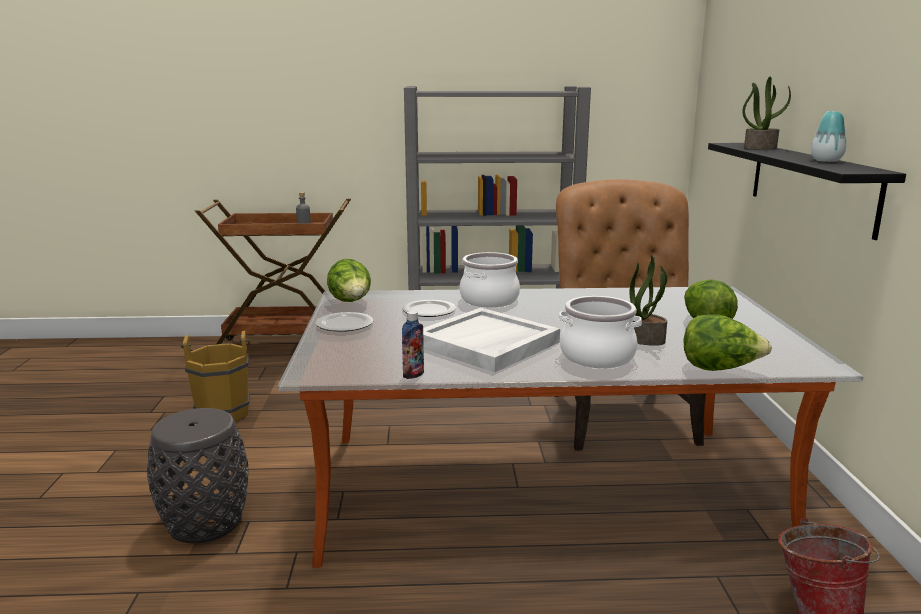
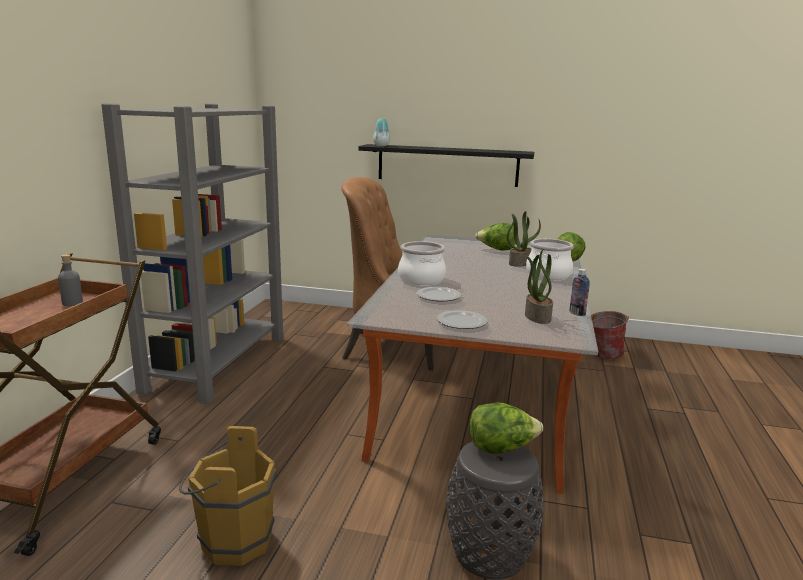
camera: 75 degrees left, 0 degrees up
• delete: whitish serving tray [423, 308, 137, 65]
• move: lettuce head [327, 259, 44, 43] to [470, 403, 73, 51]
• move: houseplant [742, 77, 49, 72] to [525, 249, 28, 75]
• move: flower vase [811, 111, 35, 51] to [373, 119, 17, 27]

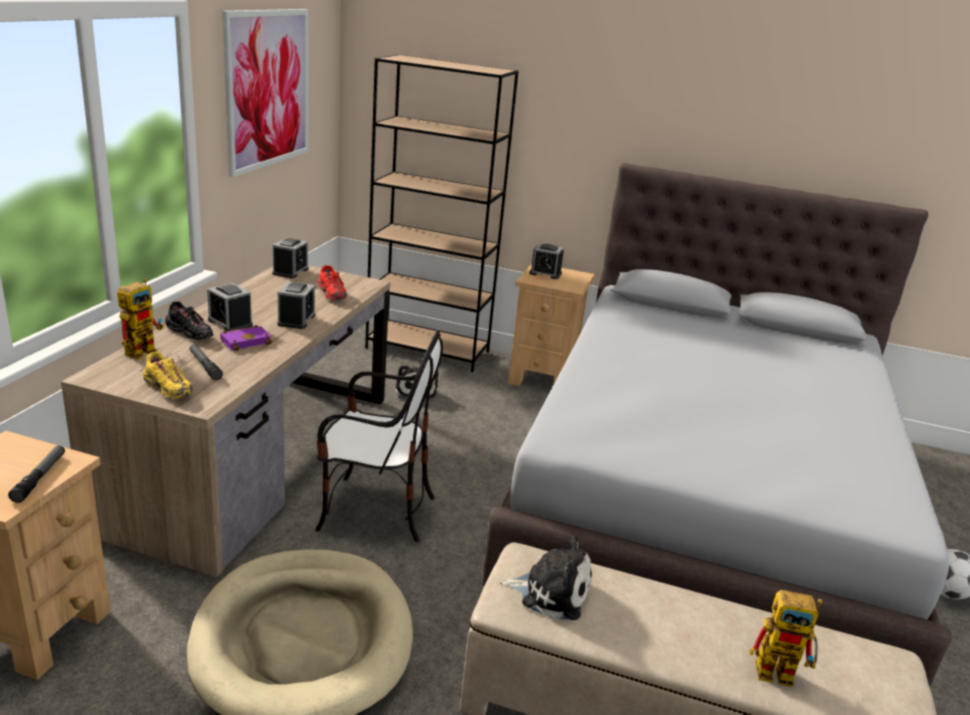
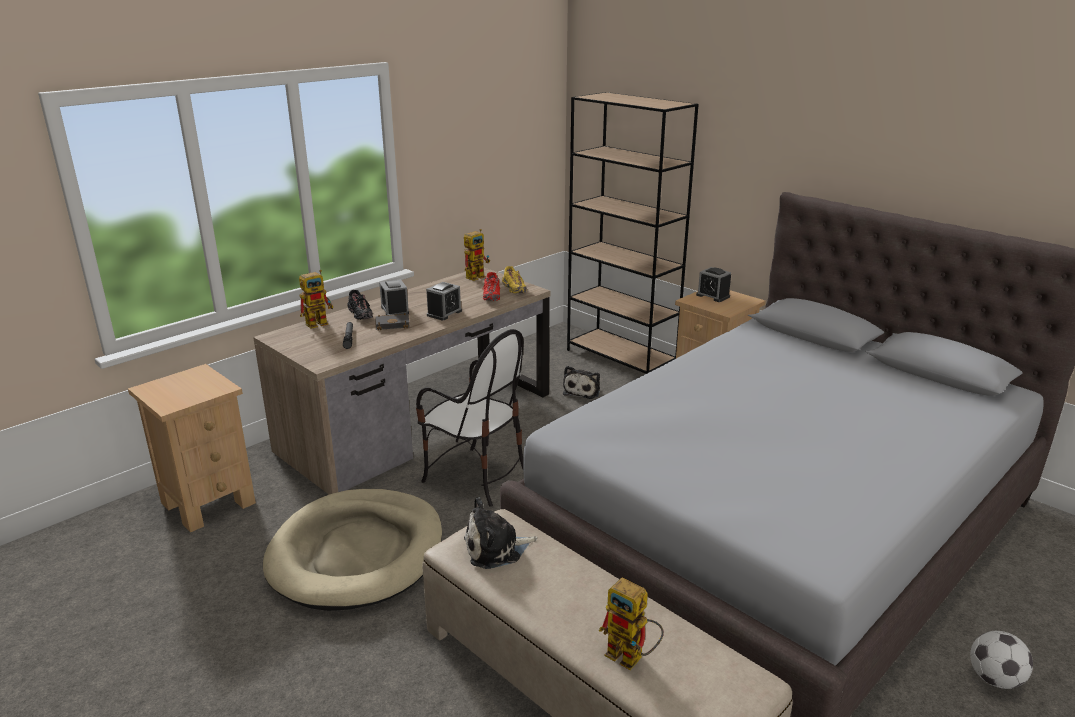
camera: 30 degrees right, 0 degrees up
• delete: torch [8, 446, 57, 57]
• delete: picture [223, 9, 85, 168]
• move: yellow-coloured low shoe [143, 352, 50, 47] to [502, 266, 25, 27]
• replace: bedside clock [273, 238, 35, 41] to model robot [464, 229, 26, 52]
• recolor: purple volume [220, 325, 52, 26] to blackish volume [375, 313, 35, 18]
• rotate: cuddly toy [499, 536, 93, 84] = [464, 497, 73, 72] 120 degrees clockwise

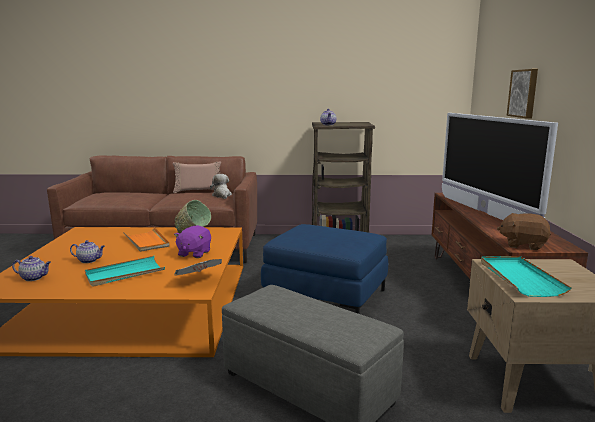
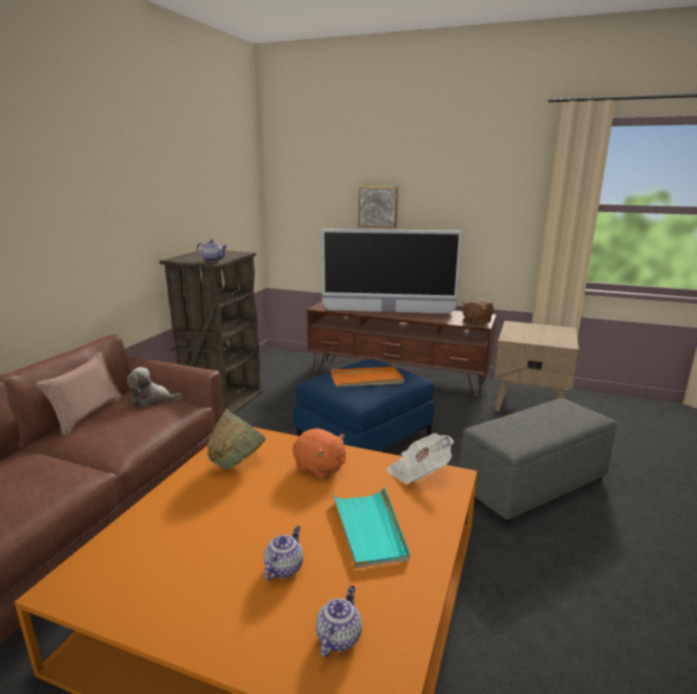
camera: 70 degrees left, 5 degrees up
• delete: turquoise-coloured serving tray [481, 256, 91, 41]
• move: orange-coloured serving tray [123, 227, 47, 25] to [331, 366, 73, 21]
• recolor: purple cuddly toy [174, 225, 37, 33] to orange-coloured cuddly toy [293, 428, 53, 51]

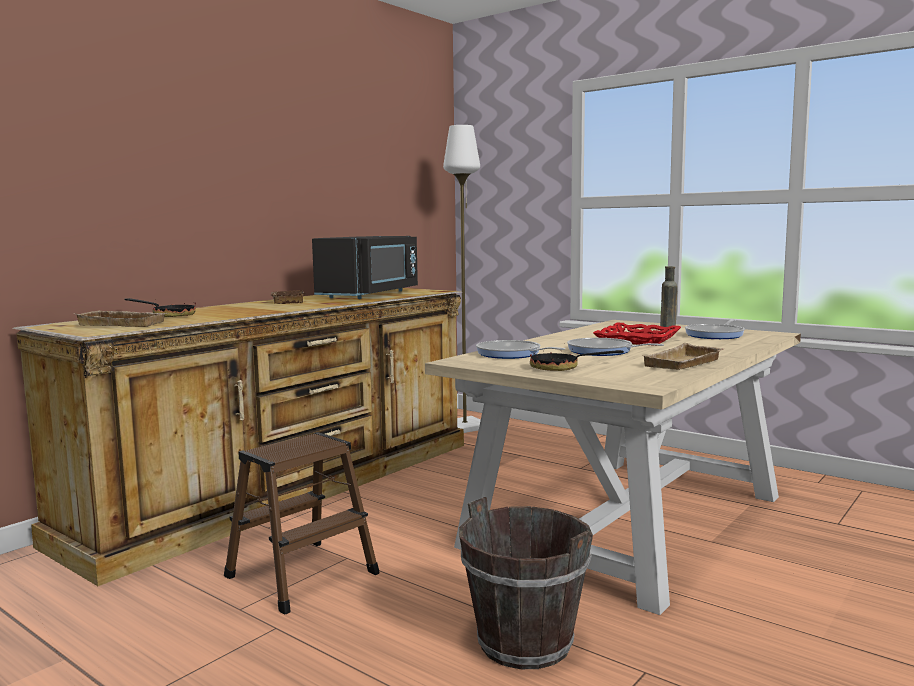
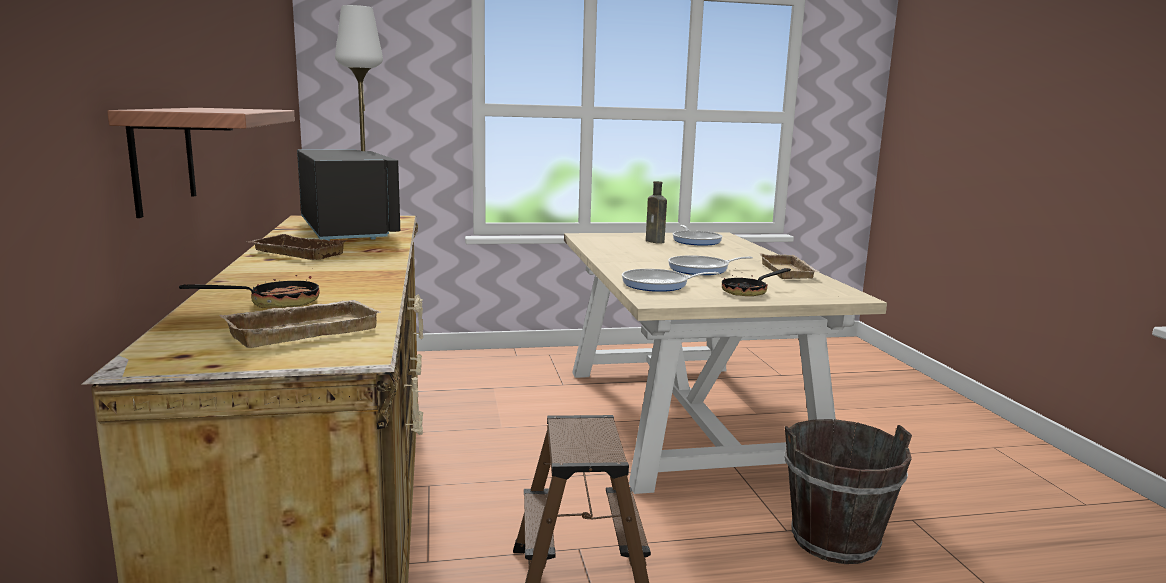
camera: 50 degrees left, 5 degrees up
• delete: reddish serving tray [593, 322, 88, 24]
• insert: wall shelf [107, 108, 188, 110]

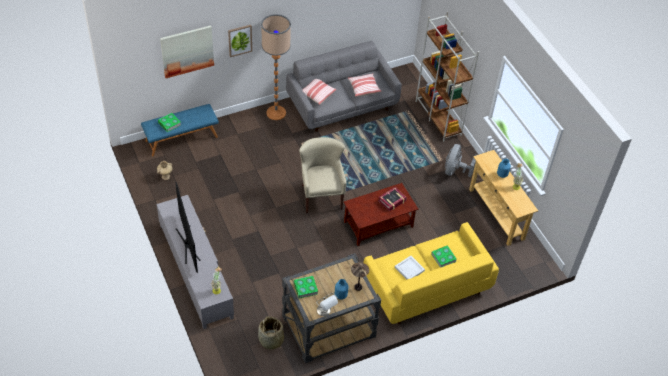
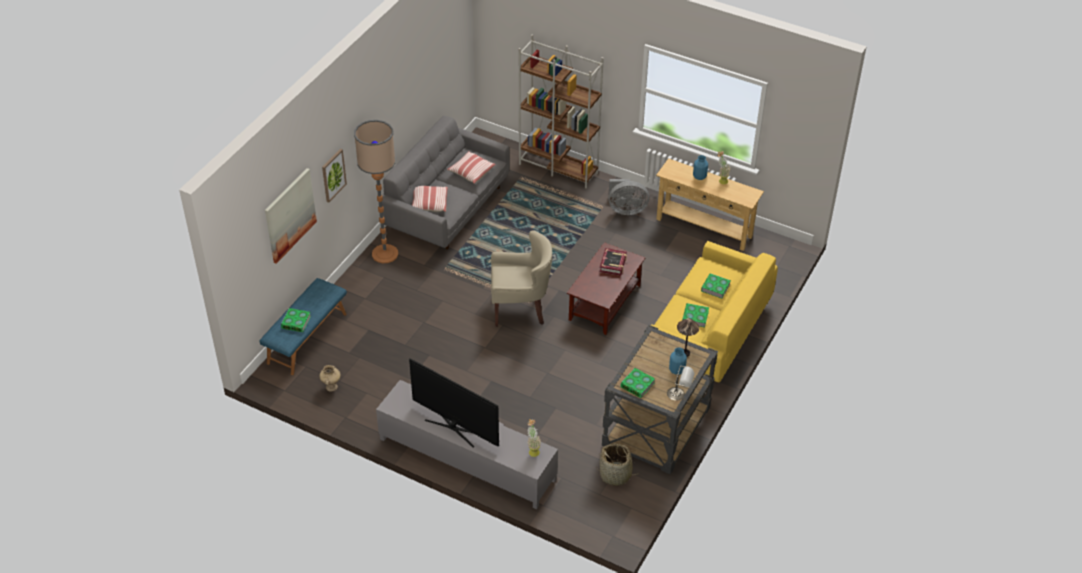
camera: 35 degrees left, 5 degrees down
• replace: whitish serving tray [395, 256, 30, 24] to volume [682, 303, 27, 24]
• rotate: beige-coloured armchair [299, 137, 48, 76] = [491, 230, 61, 97] 135 degrees clockwise
• rotate: gray fan [445, 144, 31, 33] = [608, 179, 41, 36] 75 degrees counterclockwise

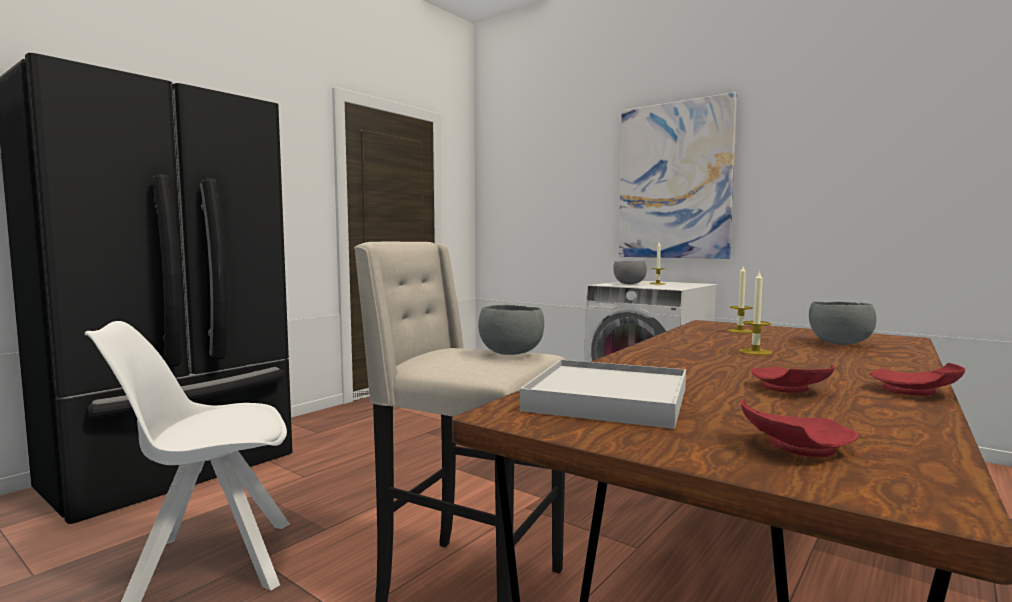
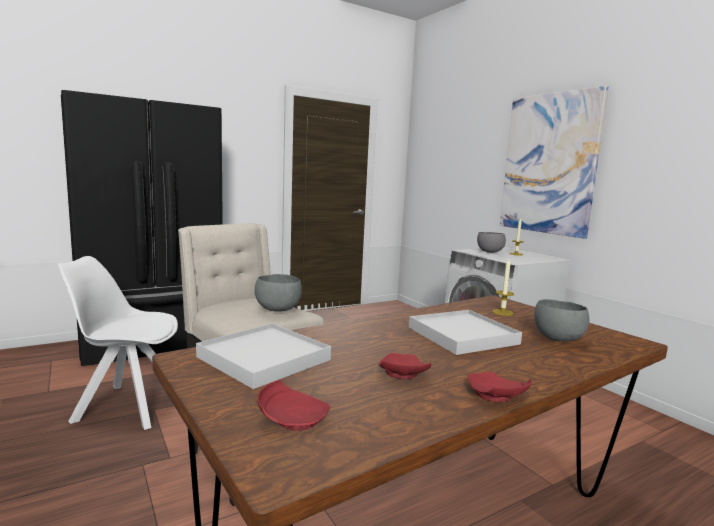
camera: 20 degrees right, 5 degrees up
• replace: wax candle [739, 270, 33, 85] to whitish serving tray [409, 310, 113, 45]

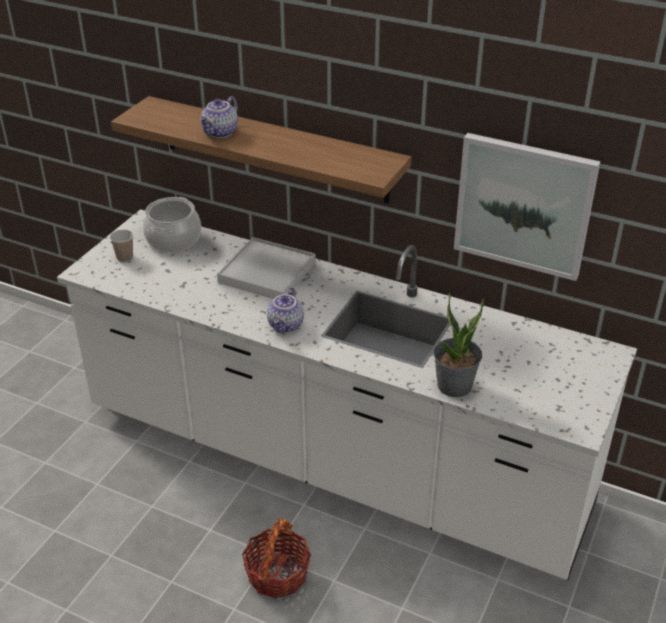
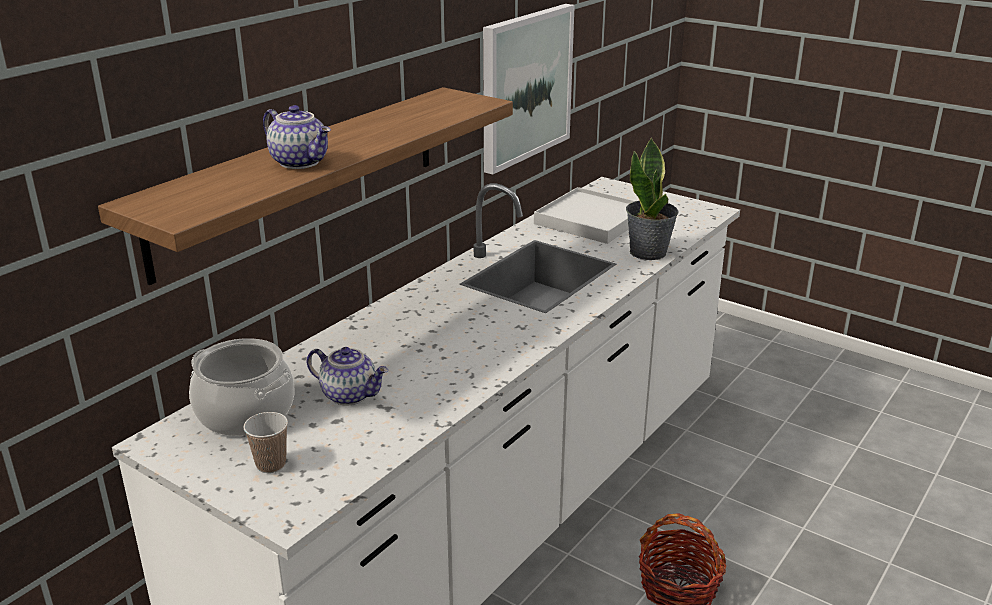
camera: 80 degrees left, 10 degrees down
• move: whitish serving tray [217, 237, 99, 62] to [534, 187, 101, 57]
• move: teapot [267, 287, 37, 46] to [307, 347, 81, 58]

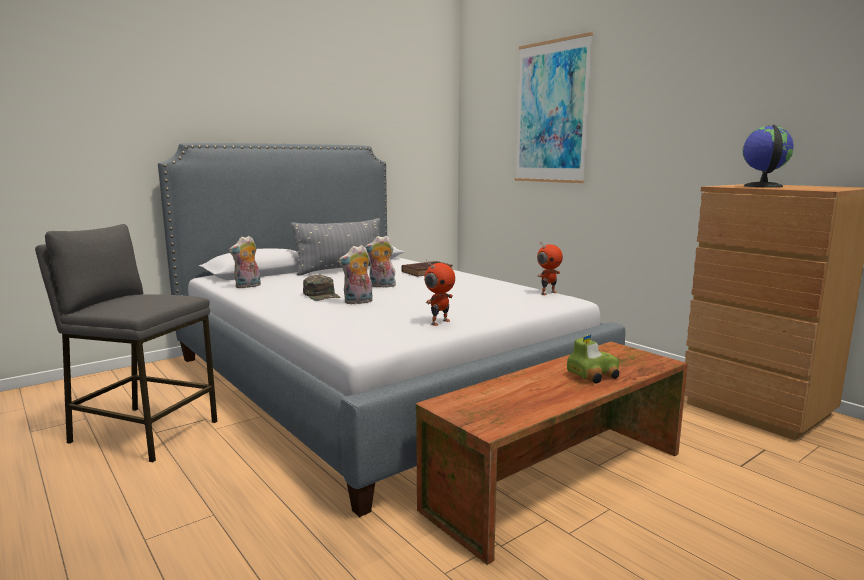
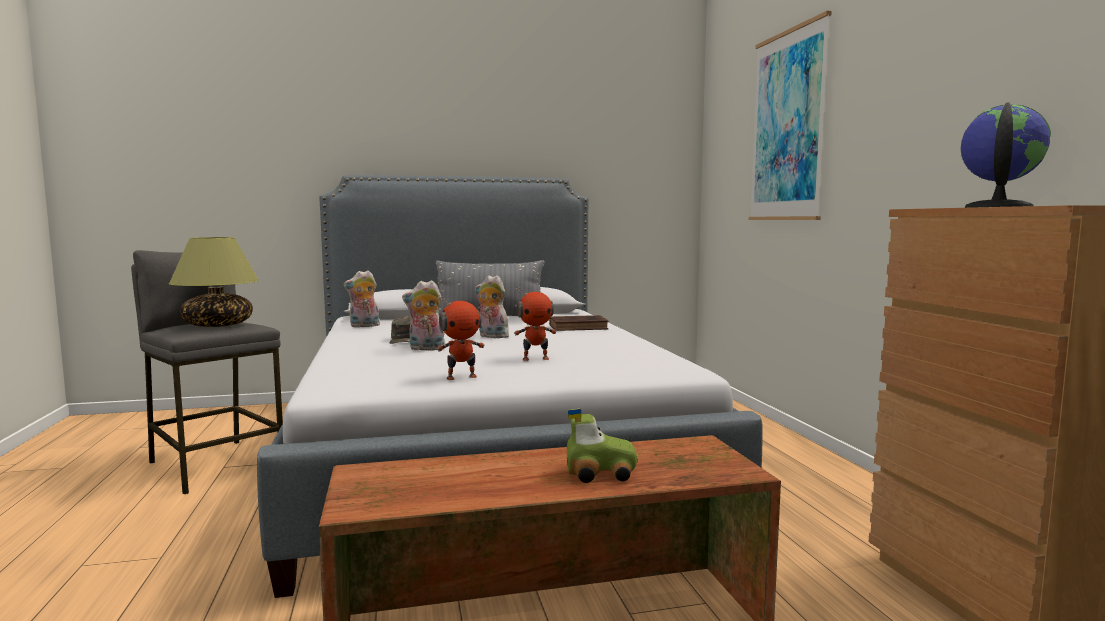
camera: 25 degrees right, 5 degrees down
• insert: table lamp [169, 237, 90, 90]
• move: model robot [537, 241, 26, 54] to [514, 286, 43, 75]

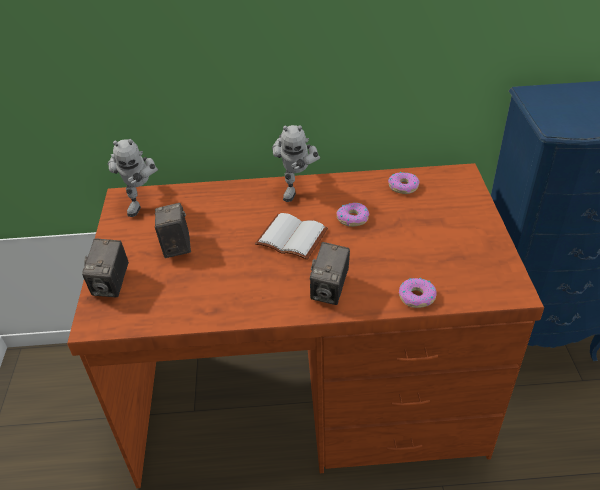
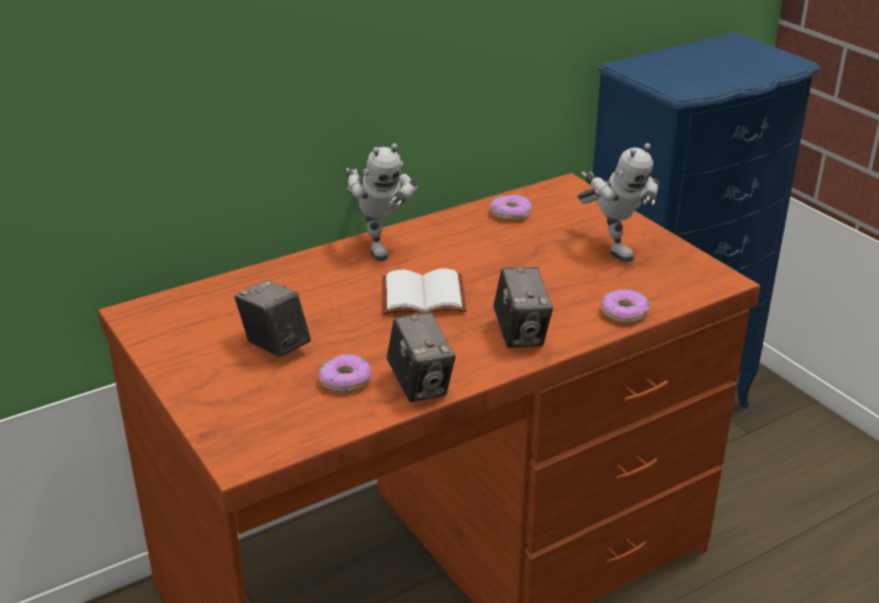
camera: 30 degrees left, 10 degrees down
• move: photo camera [82, 238, 47, 59] to [386, 312, 70, 90]
• move: model robot [108, 139, 50, 78] to [577, 143, 83, 119]
• move: doughnut [337, 203, 32, 24] to [318, 354, 54, 39]

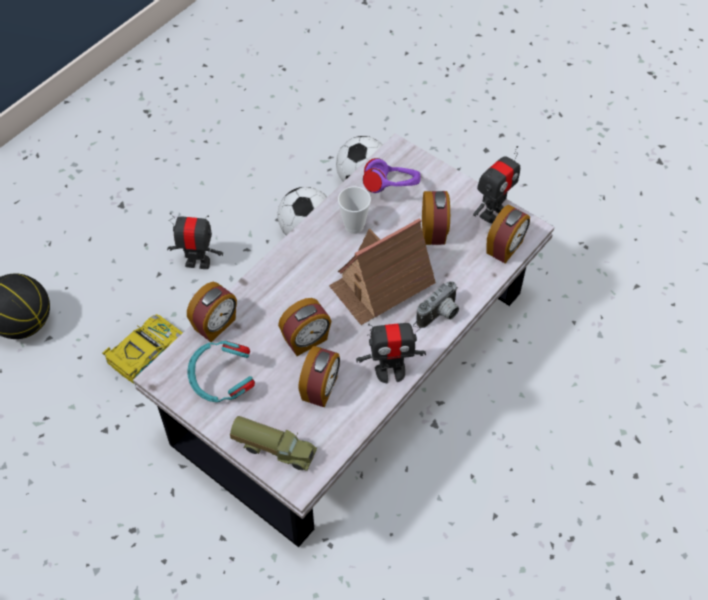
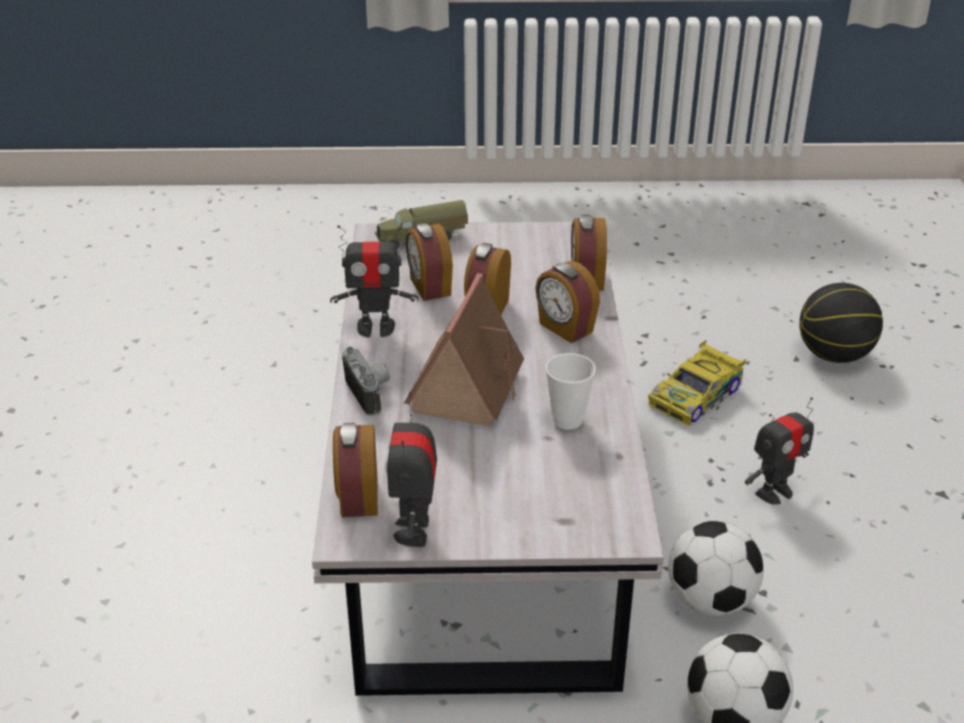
camera: 140 degrees right, 20 degrees down
• delete: turquoise-coloured pair of headphones [187, 341, 68, 61]
• delete: purple pair of headphones [363, 158, 58, 35]
• move: bedside clock [422, 191, 28, 54] to [535, 261, 65, 82]
• rotate: toy car [102, 314, 81, 71] = [648, 340, 98, 86] 45 degrees clockwise
• rotate: model robot [356, 320, 70, 63] = [330, 225, 88, 112] 135 degrees counterclockwise
• rotate: photo camera [416, 281, 43, 47] = [342, 347, 48, 69] 150 degrees clockwise

